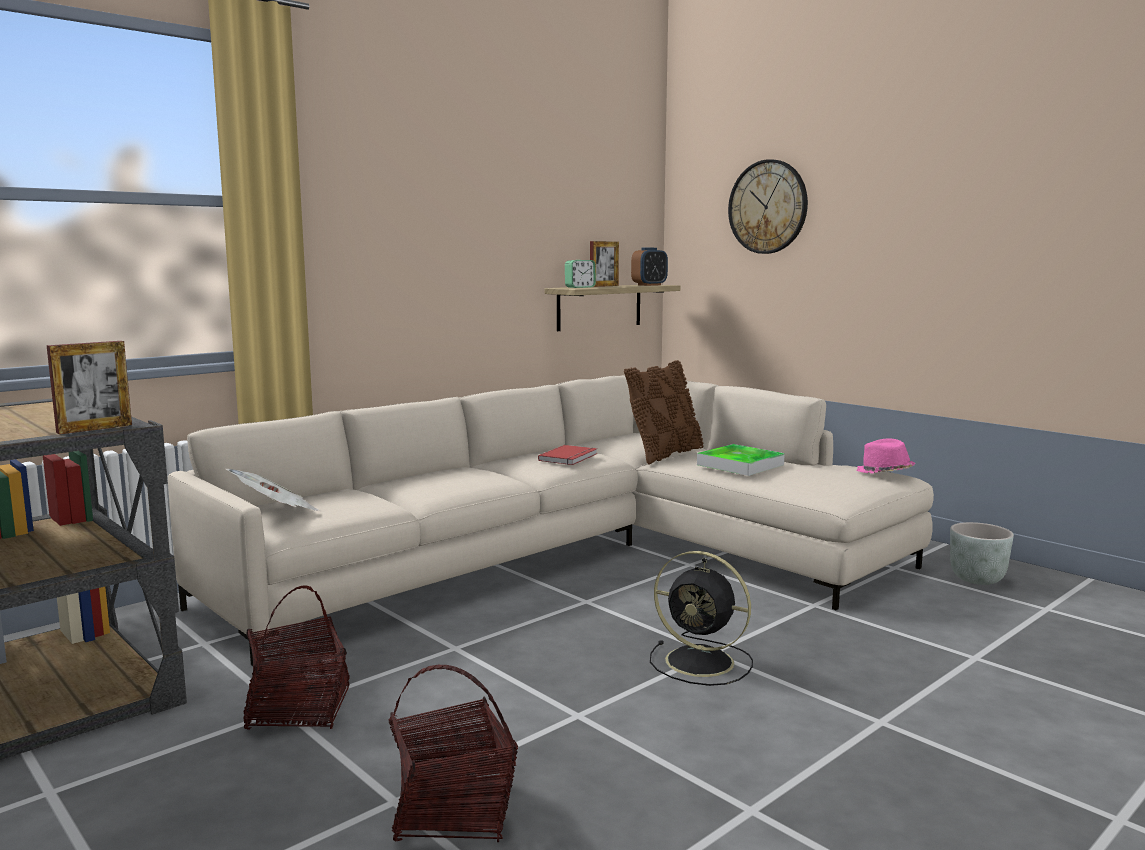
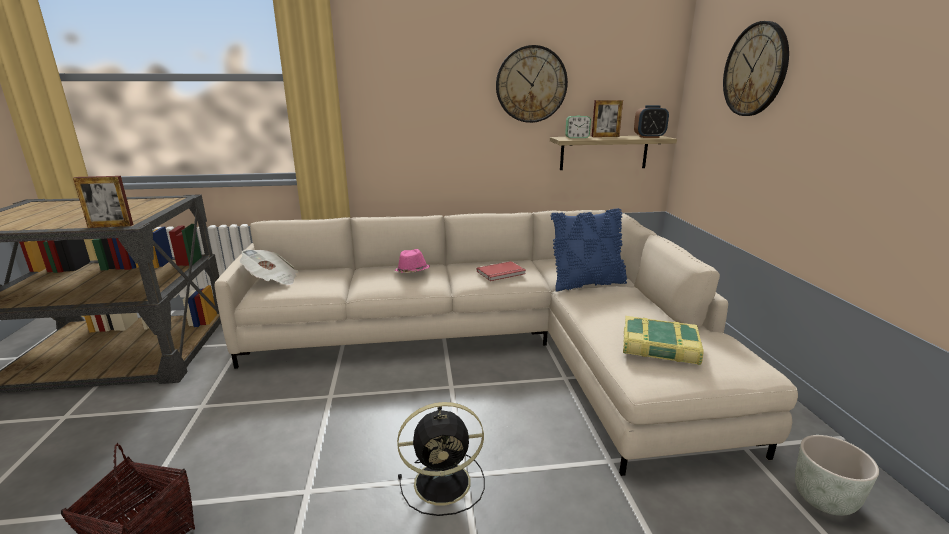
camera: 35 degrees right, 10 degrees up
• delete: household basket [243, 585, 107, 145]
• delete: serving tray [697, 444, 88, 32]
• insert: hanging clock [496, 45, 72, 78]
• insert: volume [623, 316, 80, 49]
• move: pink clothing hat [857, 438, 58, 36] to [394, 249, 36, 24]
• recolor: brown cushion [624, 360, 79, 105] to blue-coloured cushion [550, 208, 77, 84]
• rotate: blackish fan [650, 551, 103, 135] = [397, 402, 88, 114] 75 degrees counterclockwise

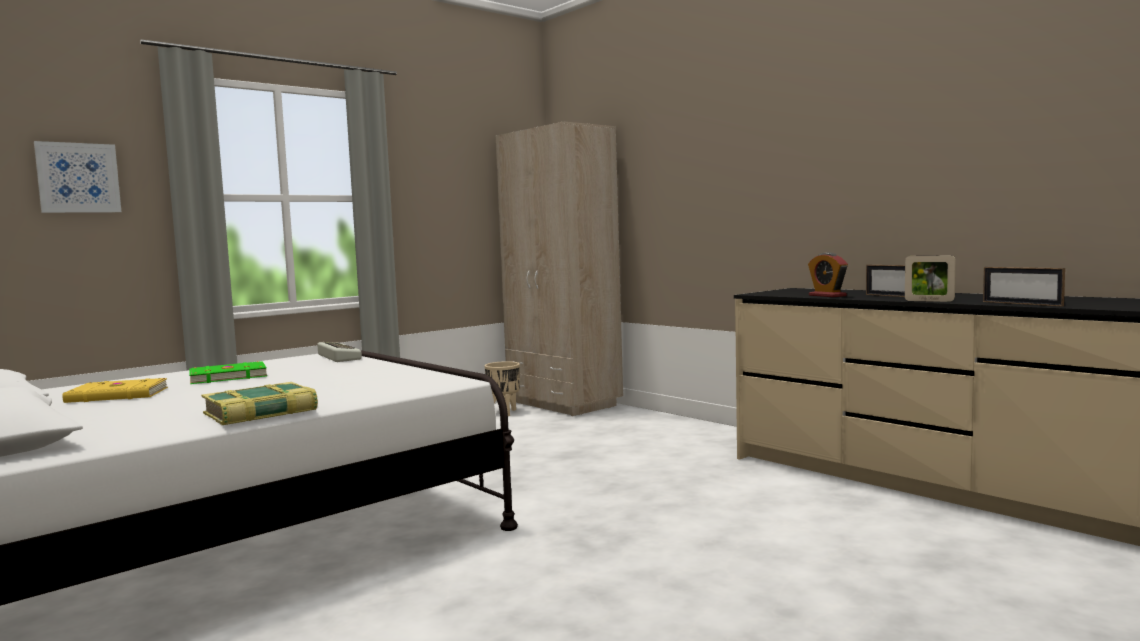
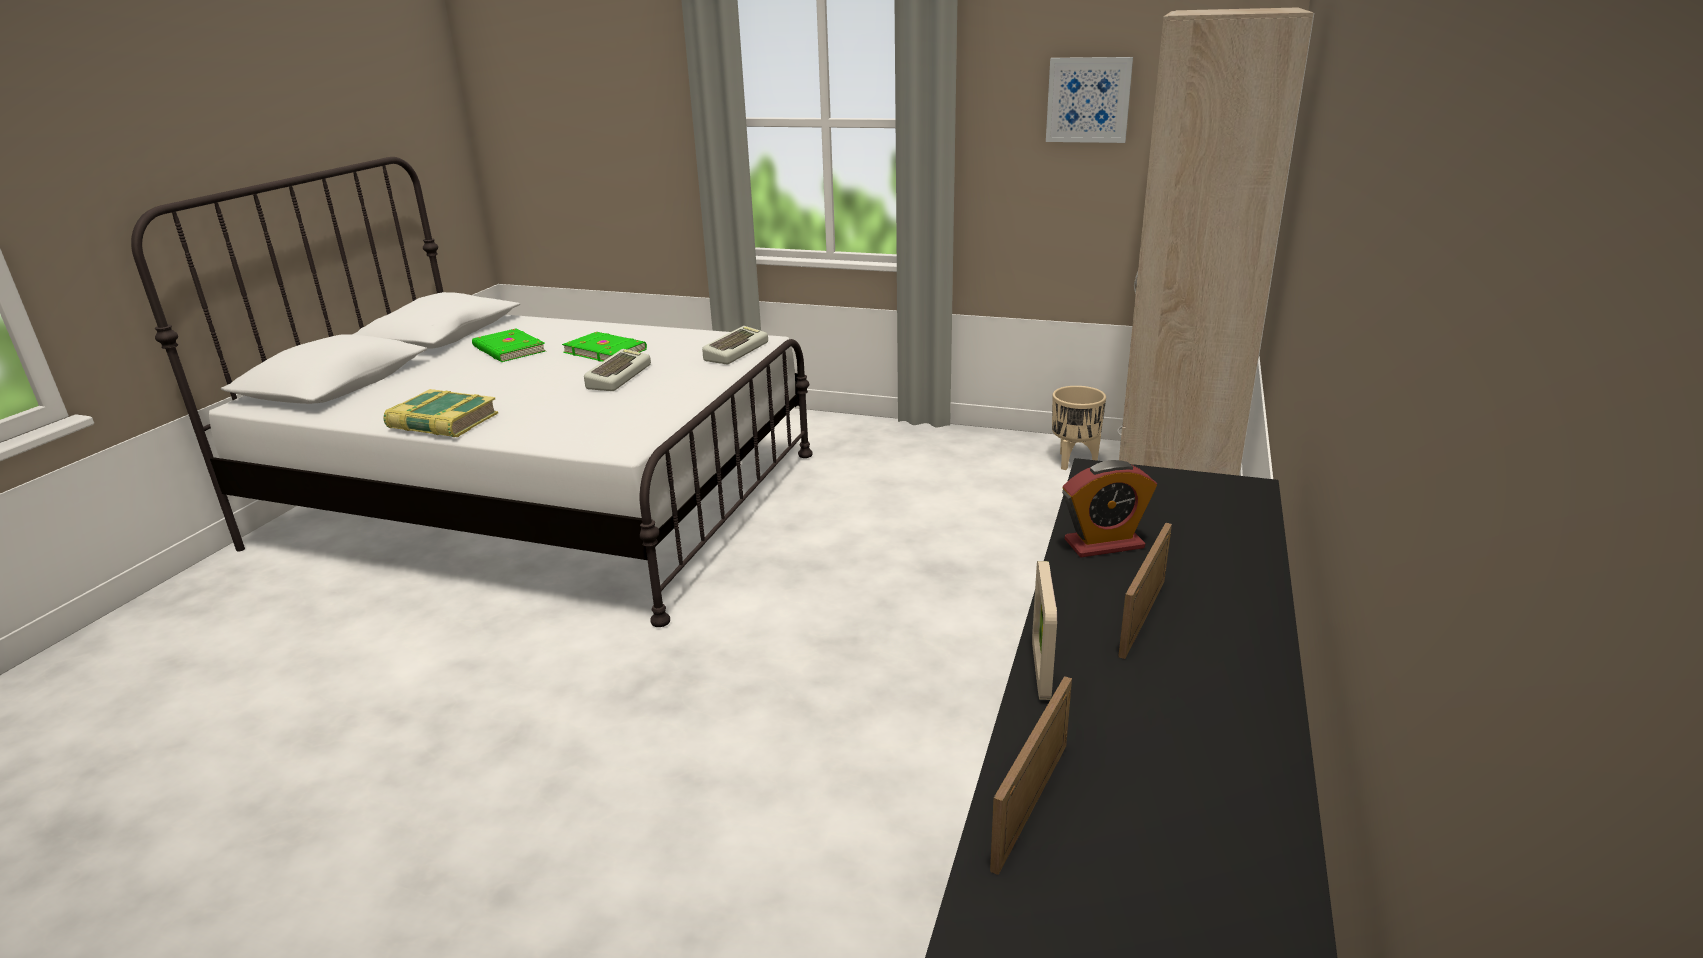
camera: 60 degrees right, 20 degrees up
• insert: computer keyboard [584, 349, 67, 42]
• move: picture [34, 141, 87, 72] to [1046, 57, 87, 86]
• recolor: yellow-coloured volume [63, 378, 105, 25] to green-coloured volume [472, 328, 74, 34]
• rotate: bedside clock [808, 252, 40, 45] = [1062, 460, 95, 97] 135 degrees counterclockwise

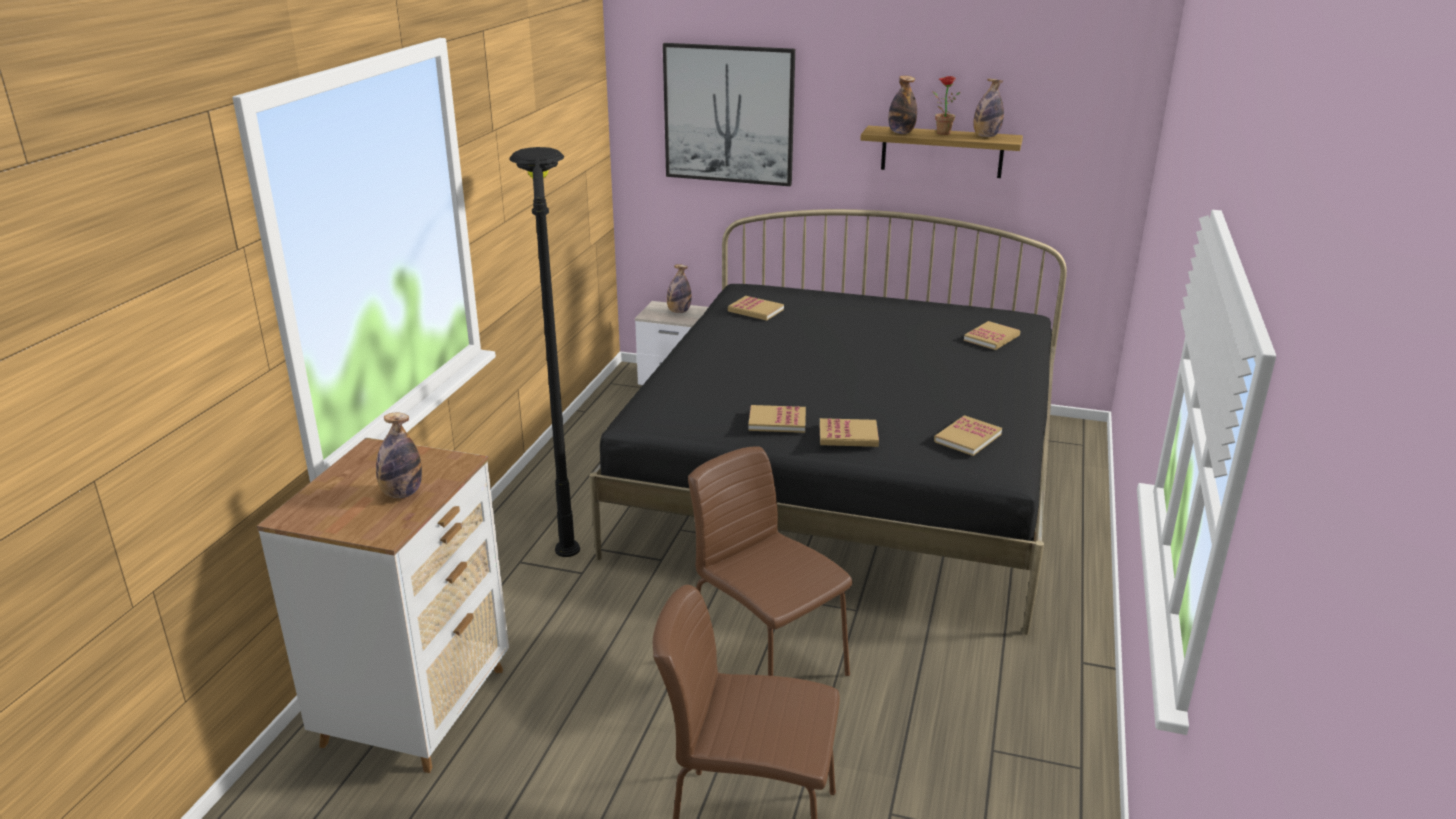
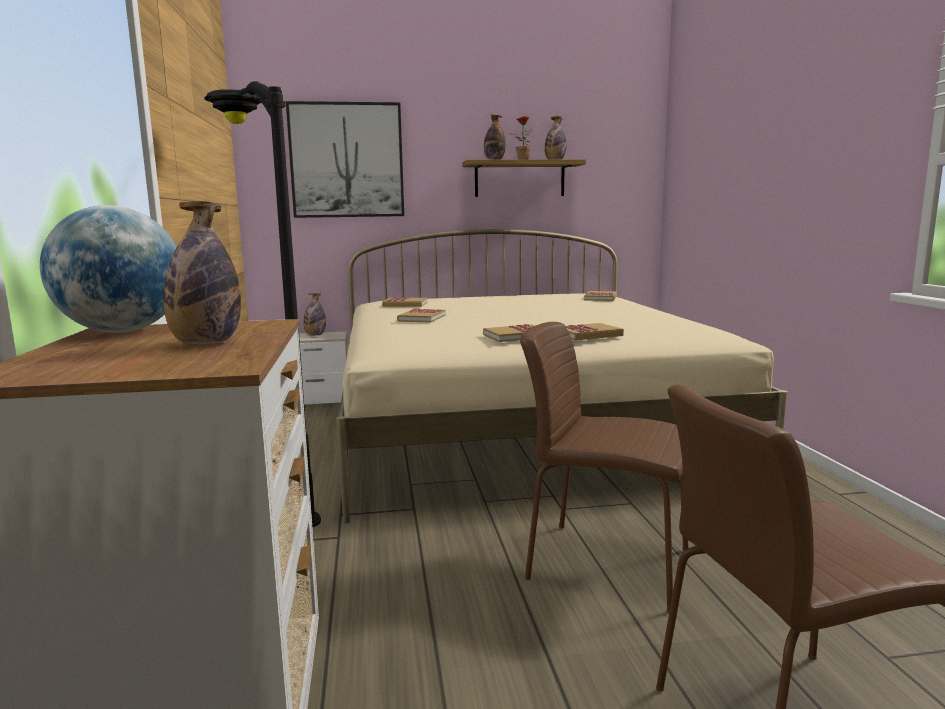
camera: 25 degrees left, 15 degrees down
• insert: globe [40, 205, 137, 128]
• move: volume [934, 415, 68, 41] to [397, 309, 49, 13]
• recolor: blackish bed [589, 209, 478, 426] to beige-coloured bed [336, 229, 451, 294]

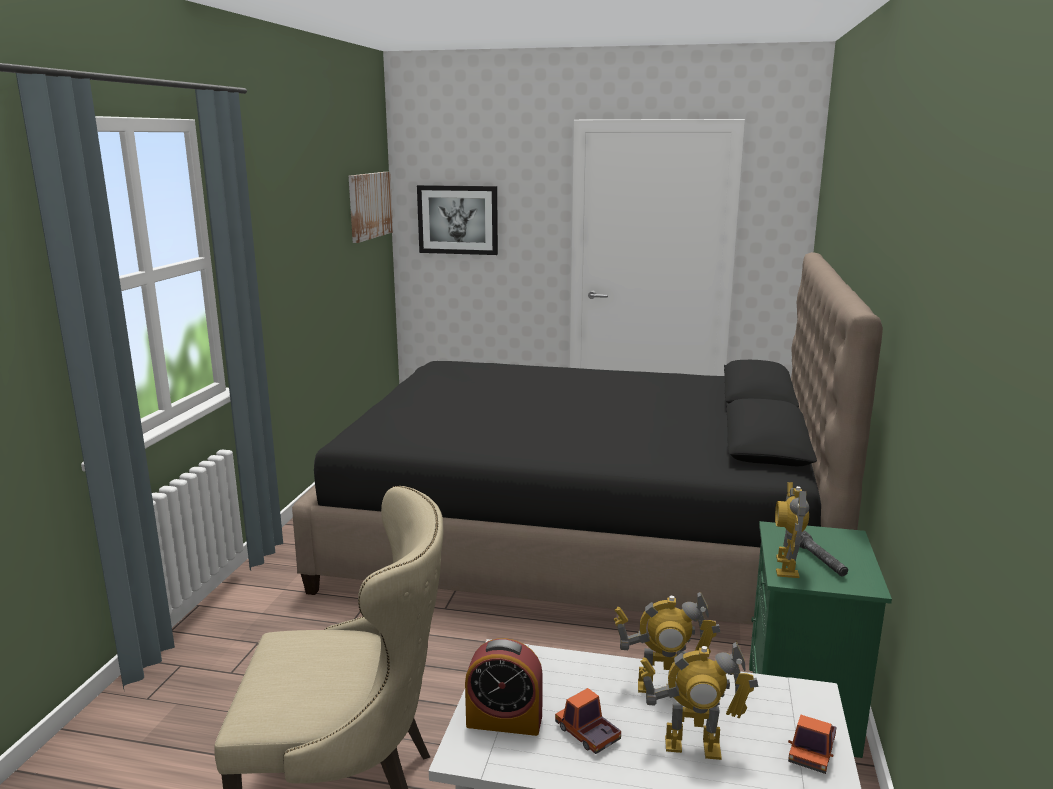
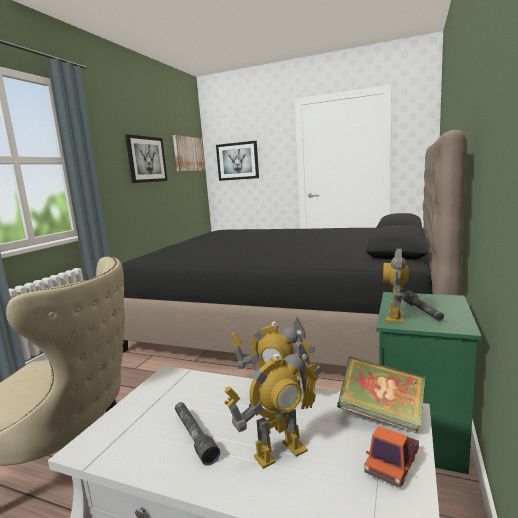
camera: 10 degrees right, 5 degrees down
• delete: bedside clock [465, 638, 78, 98]
• insert: picture [125, 134, 43, 49]
• insert: volume [337, 356, 89, 78]
• replace: toy truck [555, 688, 66, 66] to gray torch [175, 402, 45, 64]
• rotate: model robot [639, 641, 119, 119] = [224, 340, 98, 129] 45 degrees counterclockwise

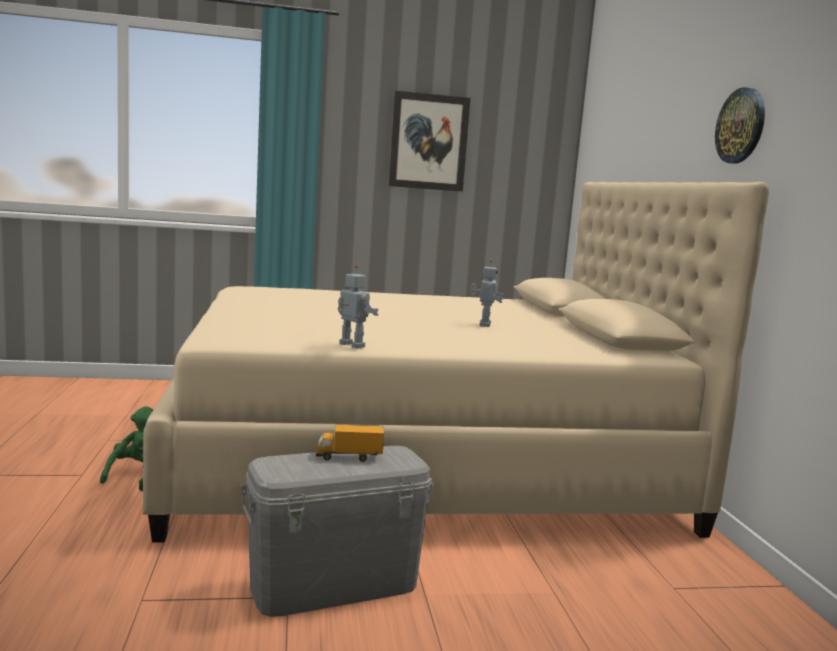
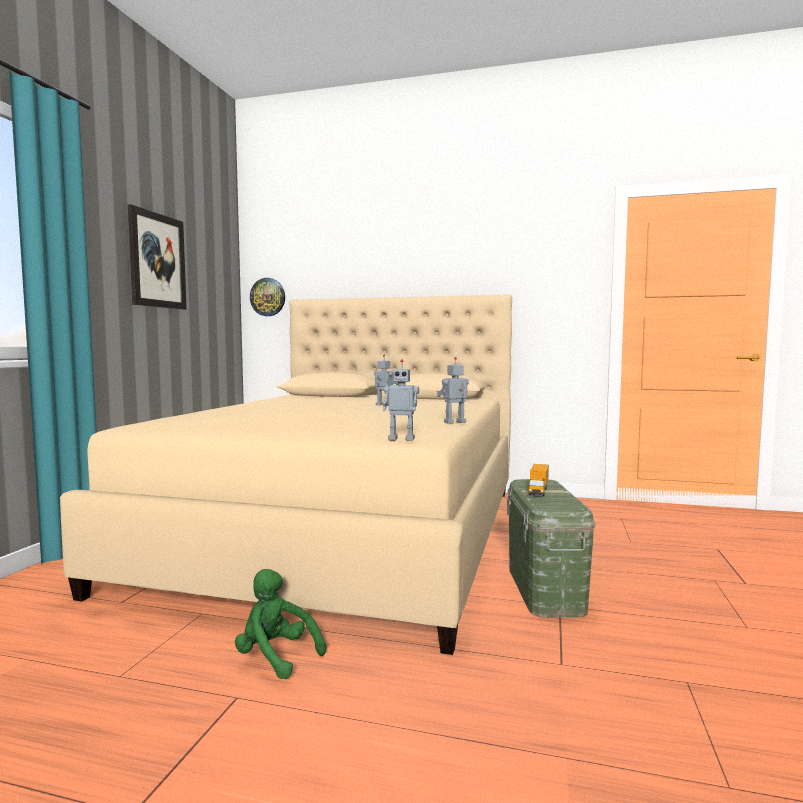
camera: 65 degrees left, 5 degrees down
• insert: model robot [383, 359, 36, 82]
• move: hanging clock [715, 87, 50, 77] to [250, 278, 35, 38]
• recolor: gray storage container [241, 446, 193, 171] to green-coloured storage container [507, 479, 88, 139]

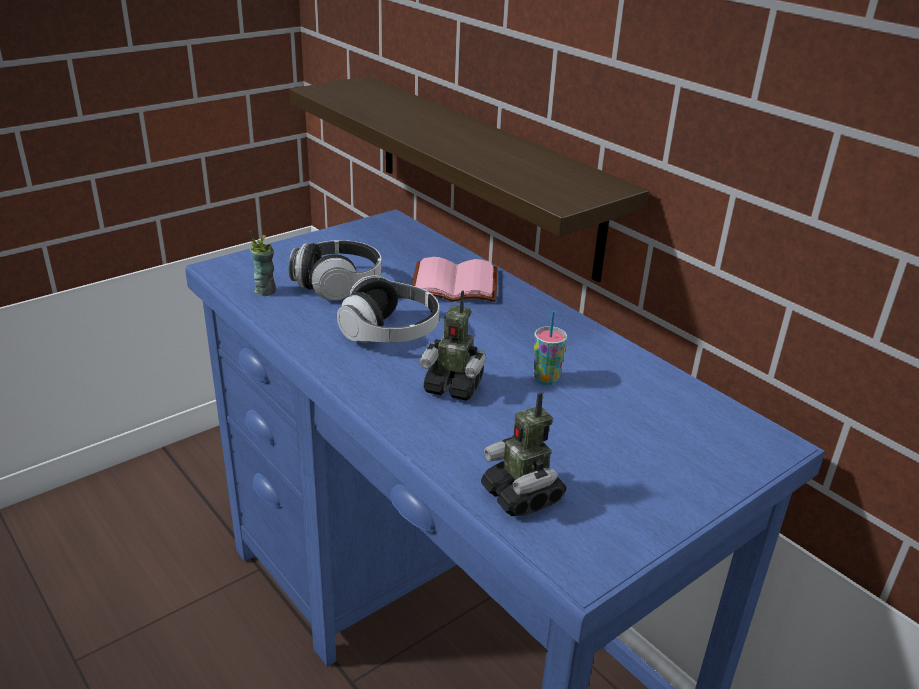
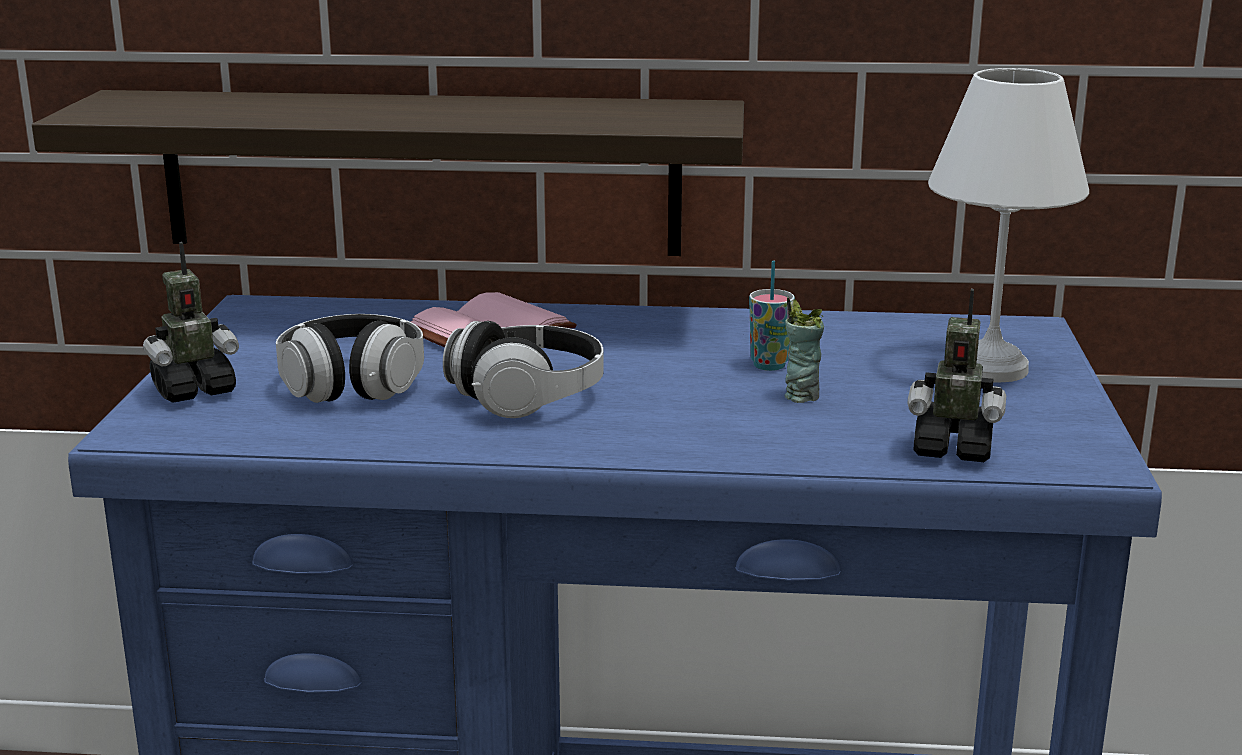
camera: 45 degrees left, 10 degrees down
• insert: whitish table lamp [928, 68, 161, 314]
• move: cup [250, 230, 26, 66] to [785, 296, 39, 107]
• move: model robot [420, 290, 66, 111] to [143, 242, 96, 161]

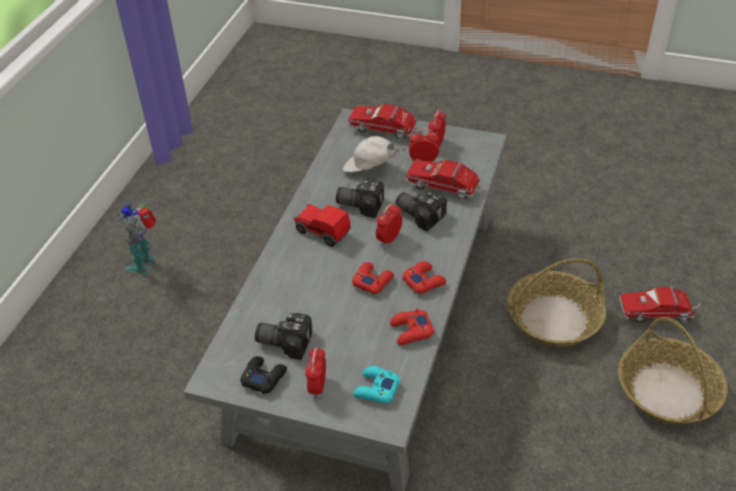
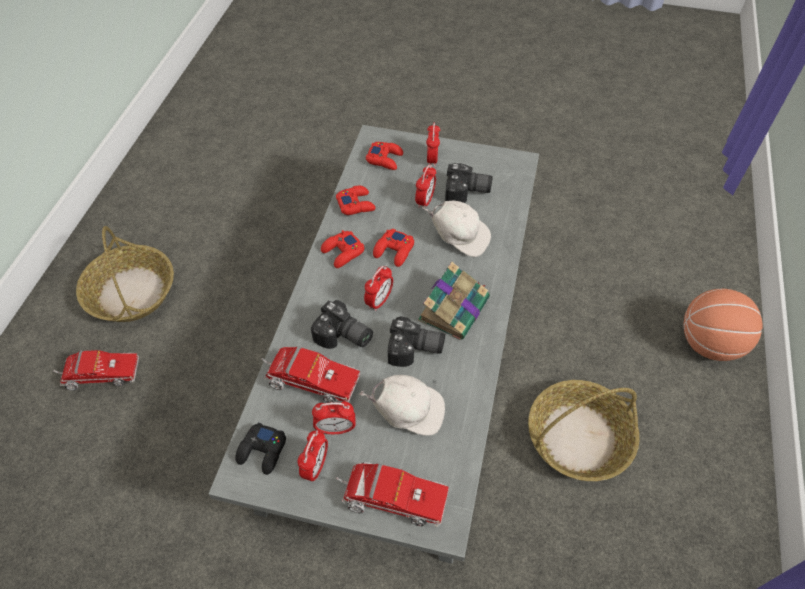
camera: 175 degrees right, 10 degrees up
• delete: model robot [115, 200, 42, 75]
• insert: bedside clock [415, 165, 21, 43]
• insert: whitish cap [422, 201, 69, 56]
• insert: ball for basketball [683, 289, 80, 72]
• move: blackish game controller [240, 356, 47, 38] to [235, 422, 51, 53]
• move: household basket [507, 258, 99, 89] to [528, 380, 111, 101]
• replace: toy car [293, 204, 58, 43] to volume [418, 262, 72, 78]
• recolor: turquoise-coloured game controller [353, 366, 47, 37] to reddish game controller [366, 142, 37, 28]

